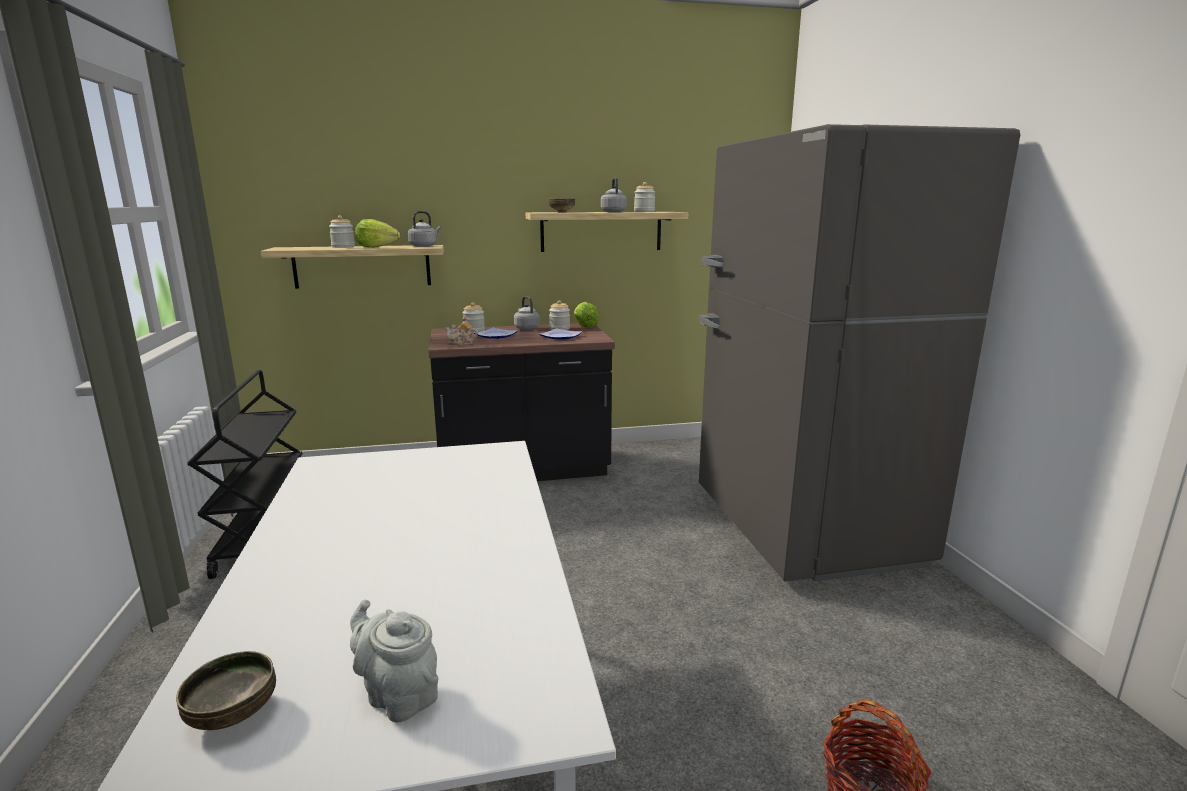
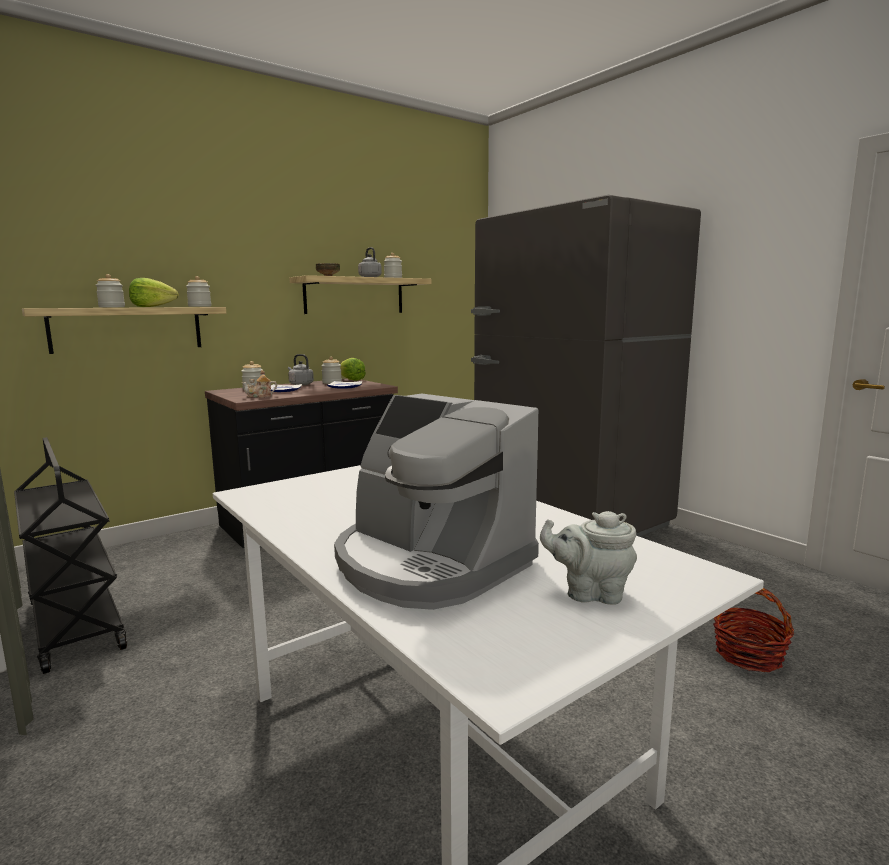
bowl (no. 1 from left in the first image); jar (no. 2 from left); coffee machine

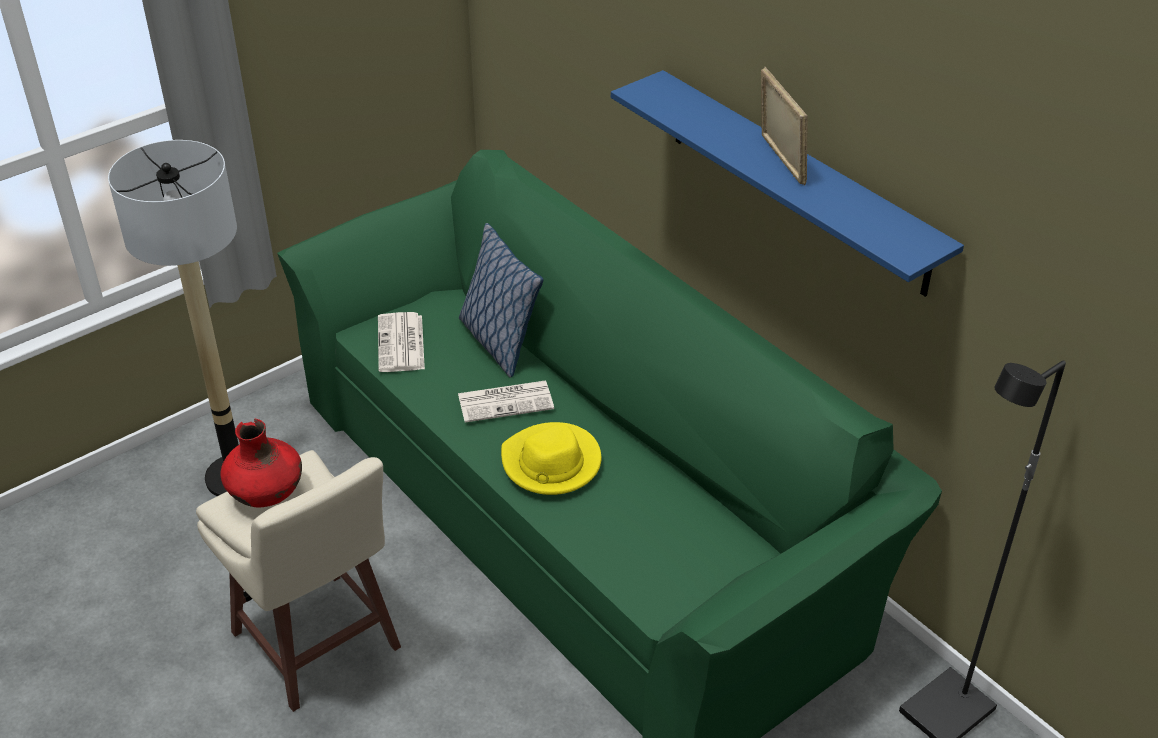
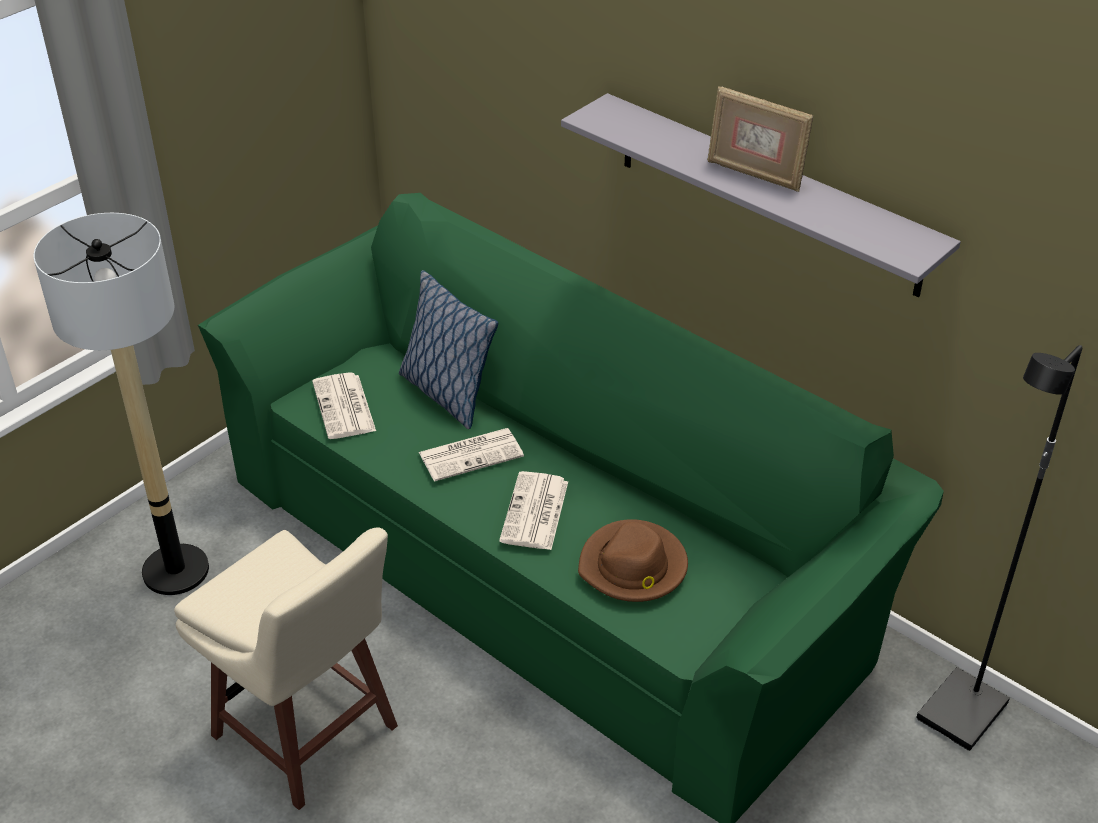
red vase; newspaper (no. 3 from left); grey shelf; picture frame; brown hat

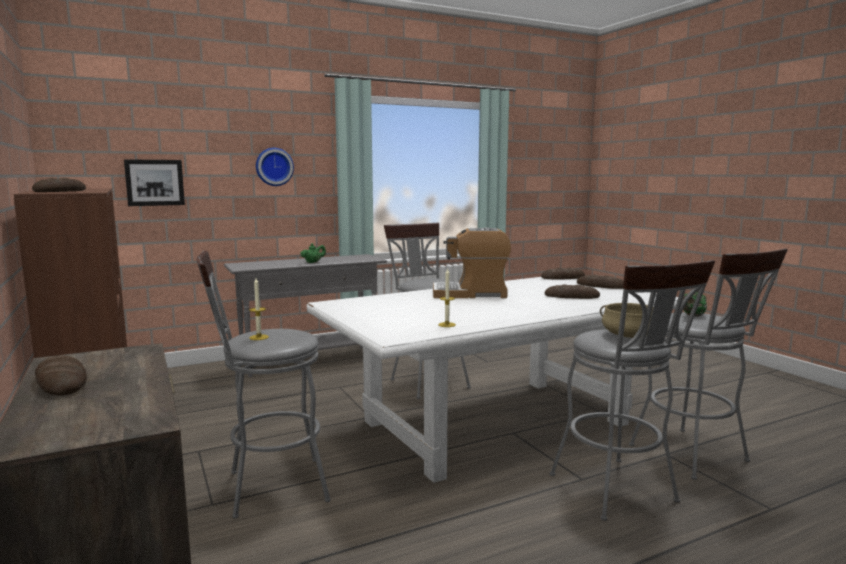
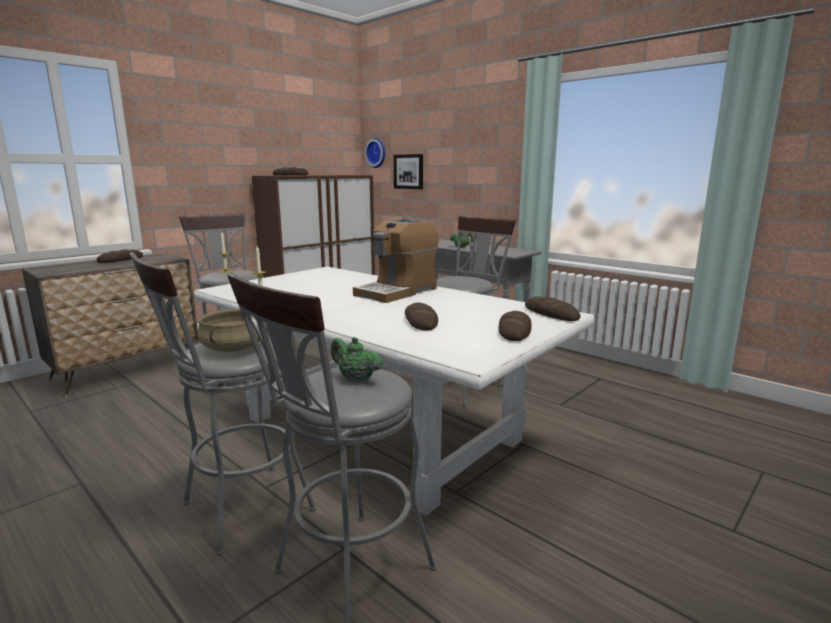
wall clock; coffee machine

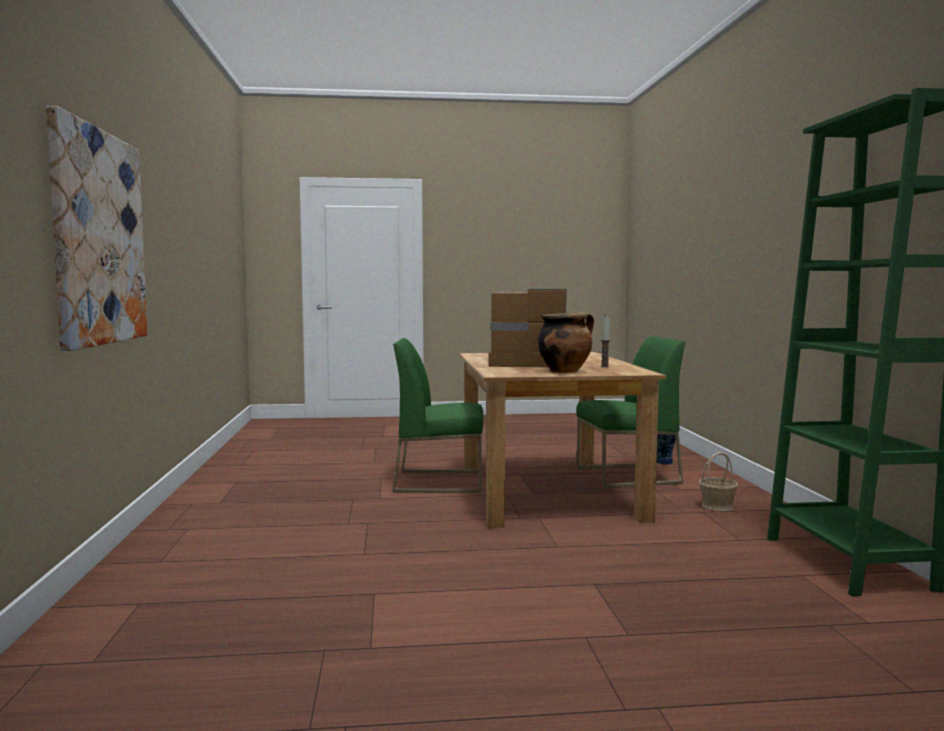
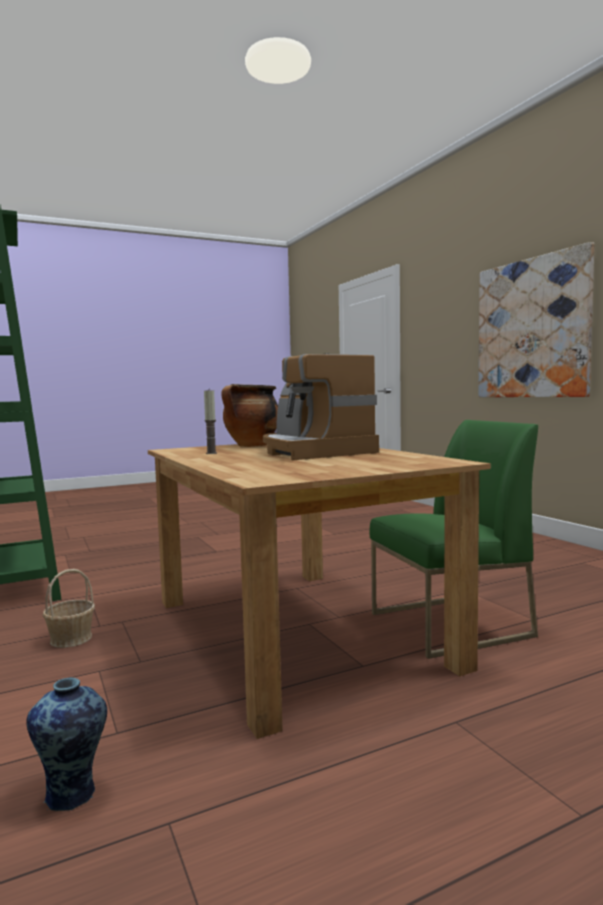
coffee machine; green chair (no. 2 from left in the first image)

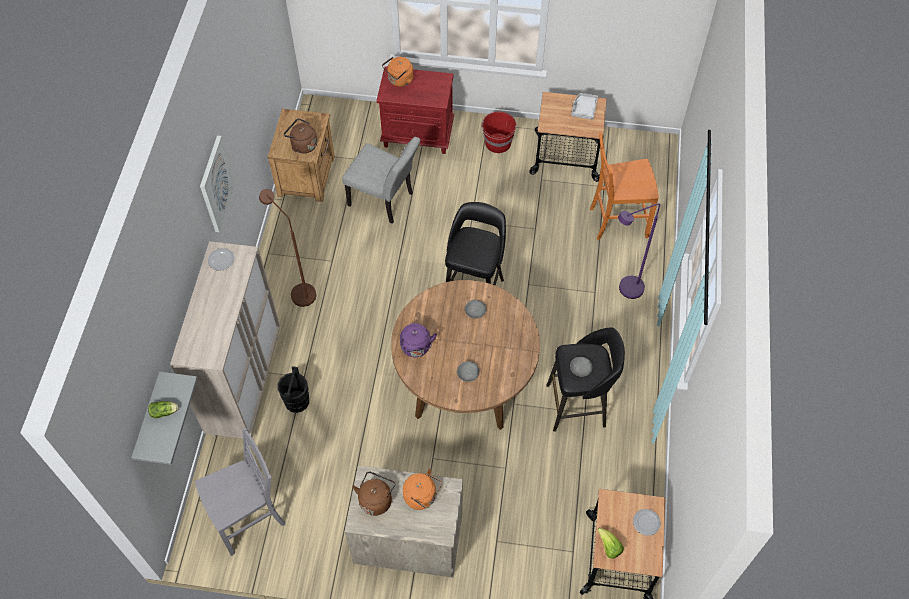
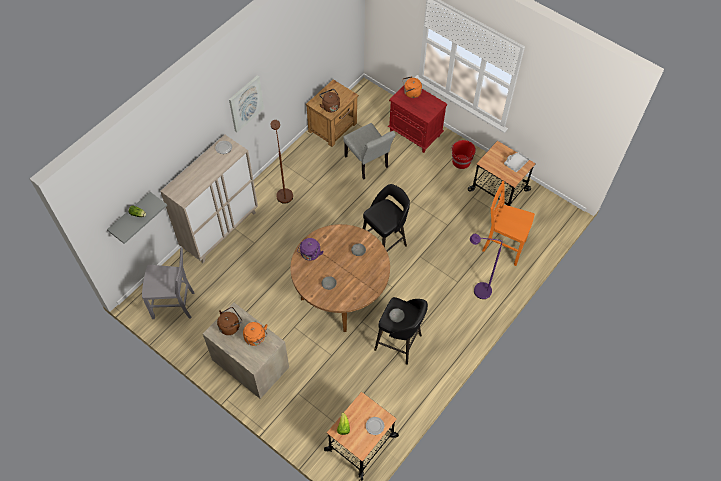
black bucket

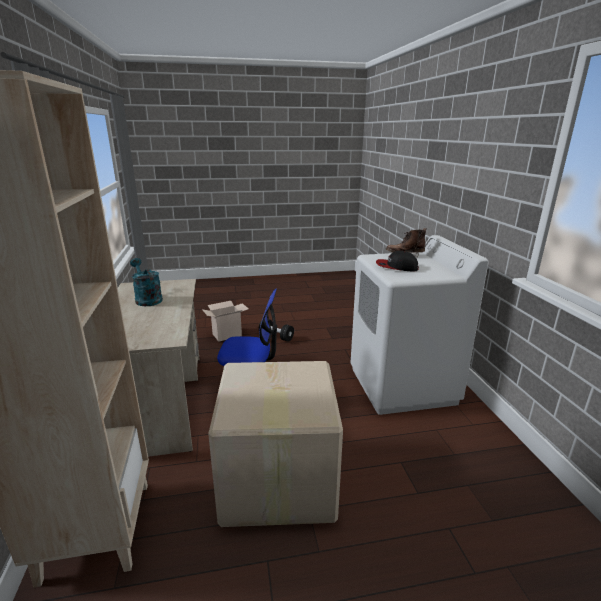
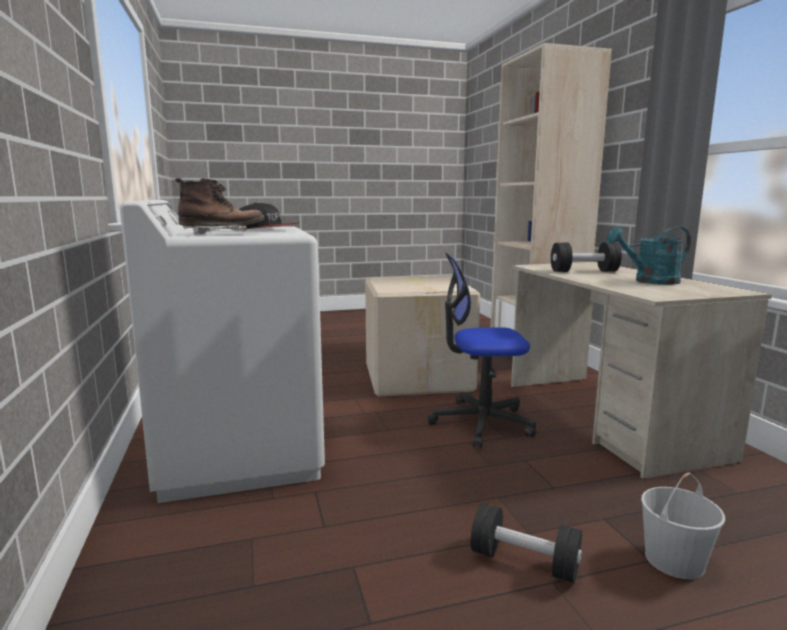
turquoise watering can; white bucket; black dumbbell (no. 2 from left)

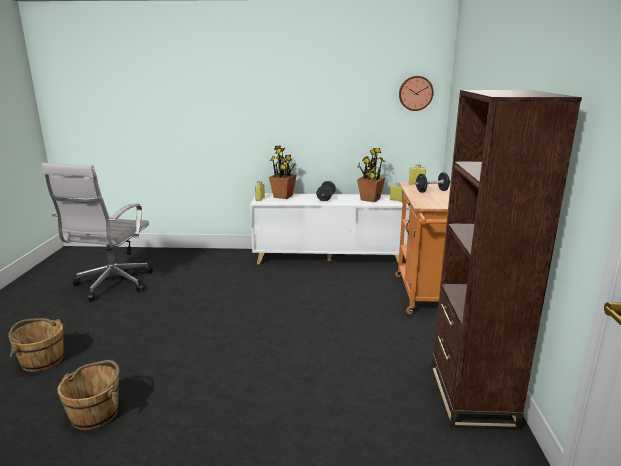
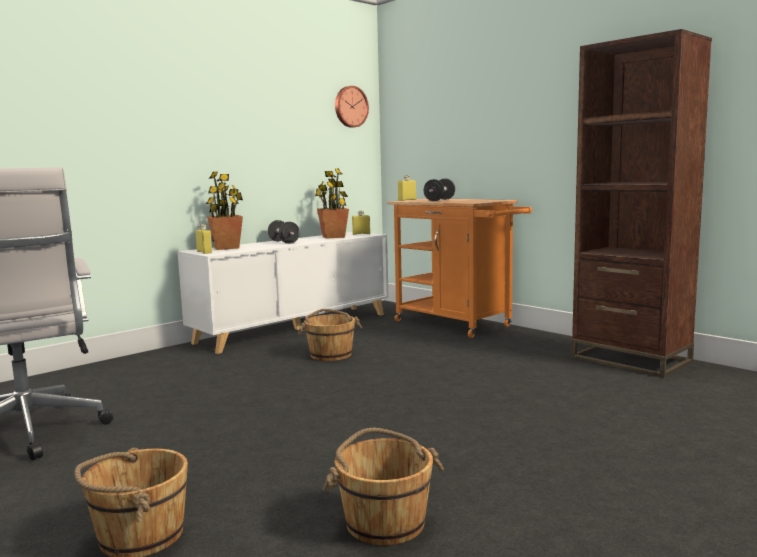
brown bucket (no. 2 from left)

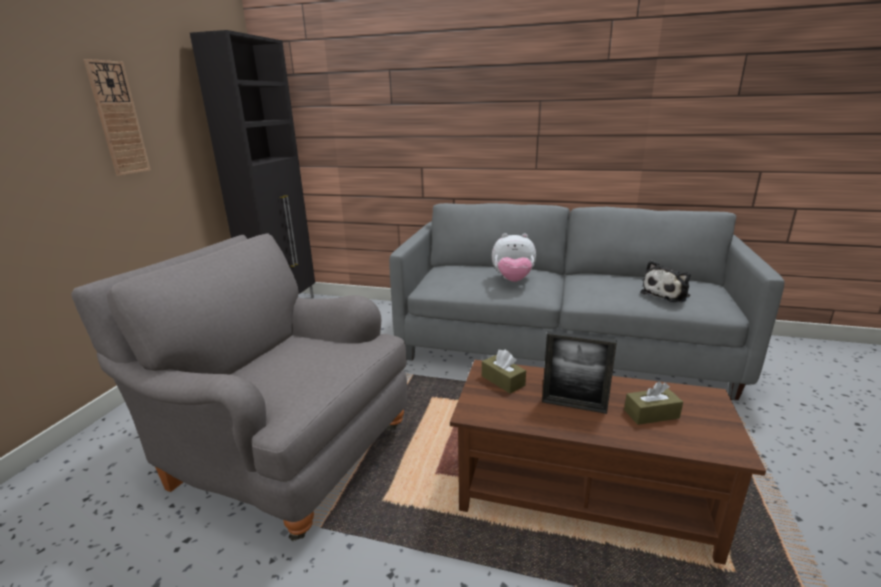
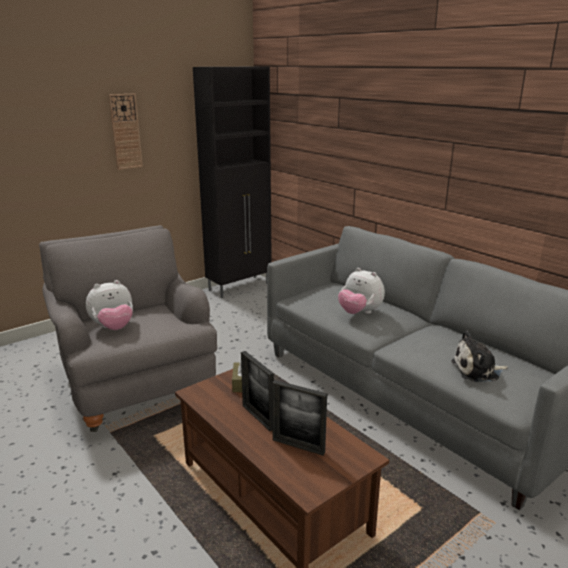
picture frame (no. 2 from left); plush toy (no. 1 from left)

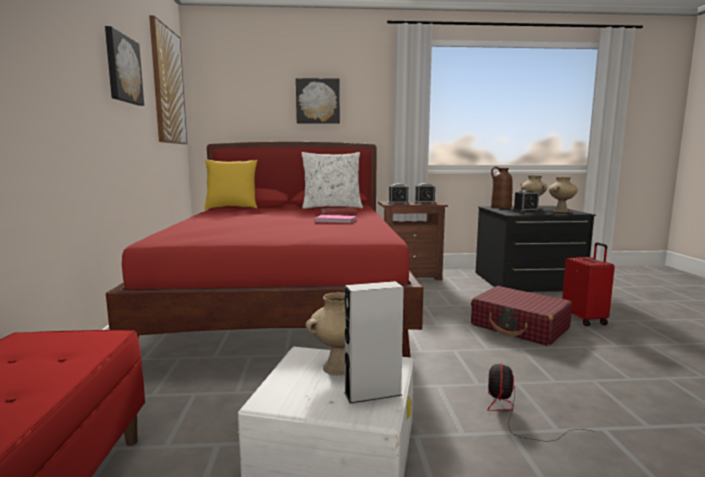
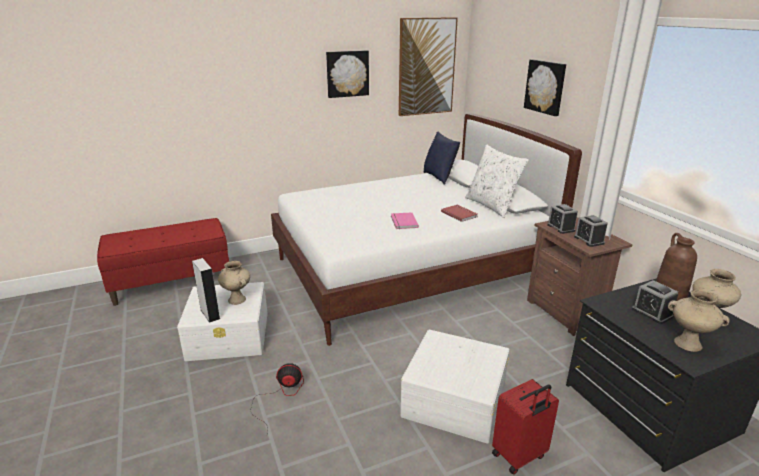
white bed; blue pillow; white storage box (no. 2 from left)

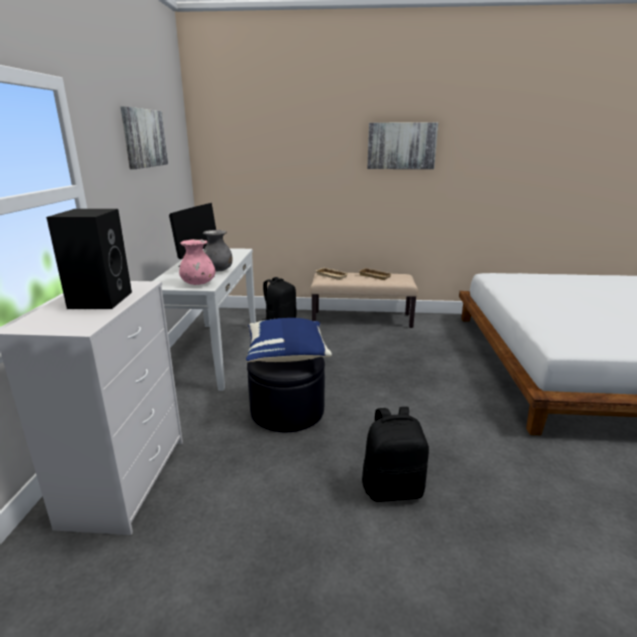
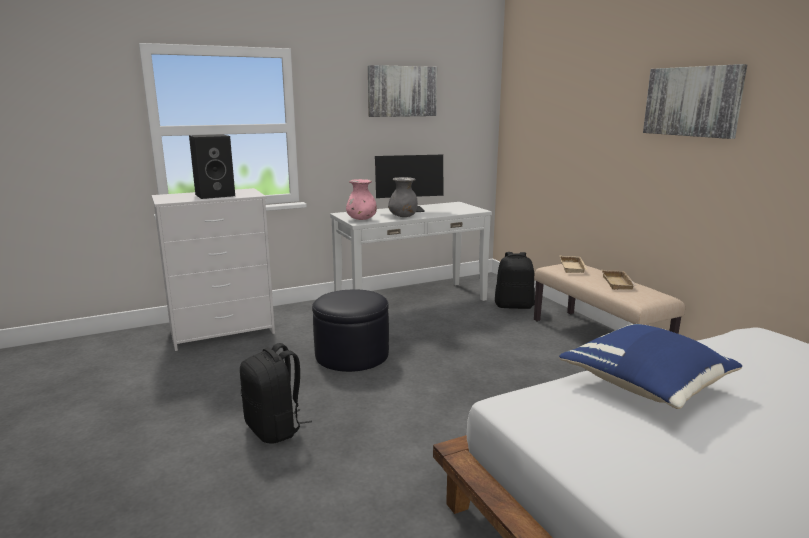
blue pillow

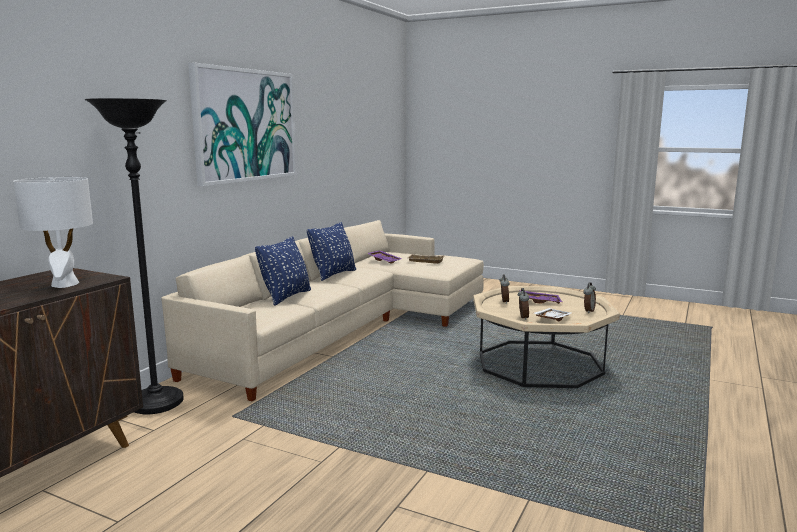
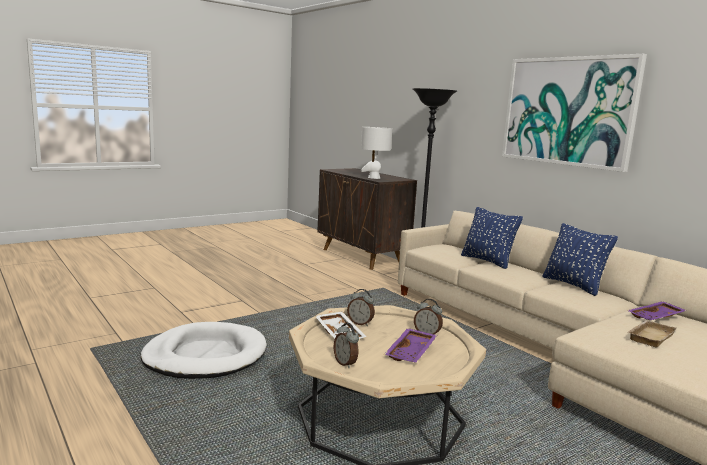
white dog bed

